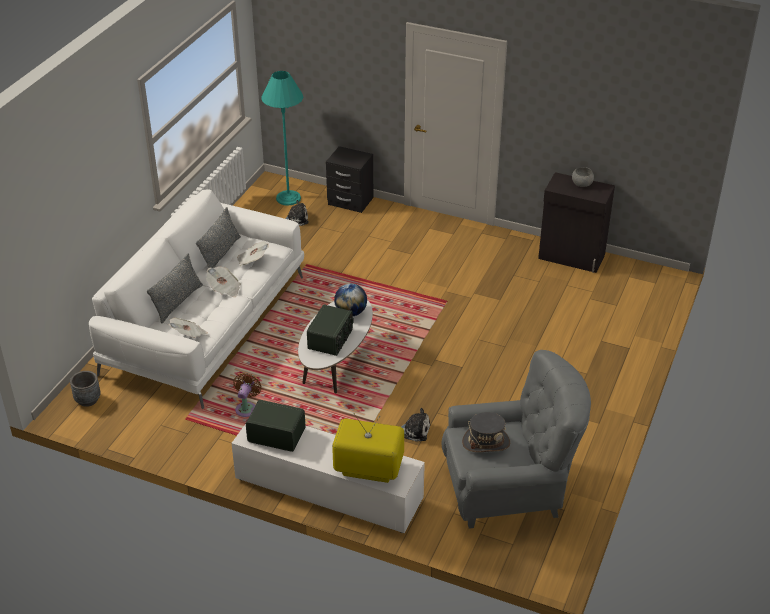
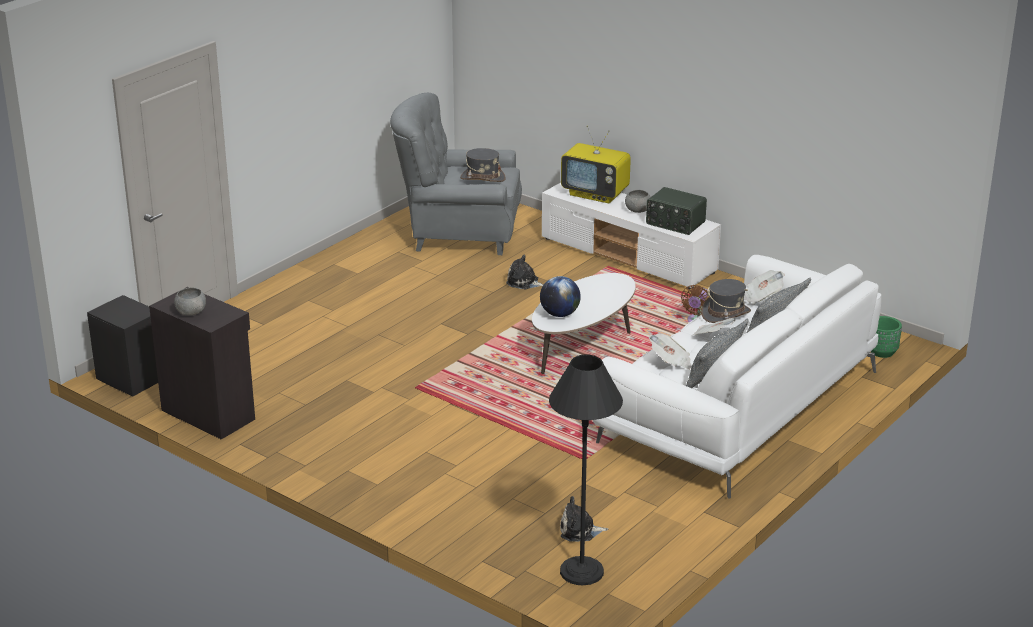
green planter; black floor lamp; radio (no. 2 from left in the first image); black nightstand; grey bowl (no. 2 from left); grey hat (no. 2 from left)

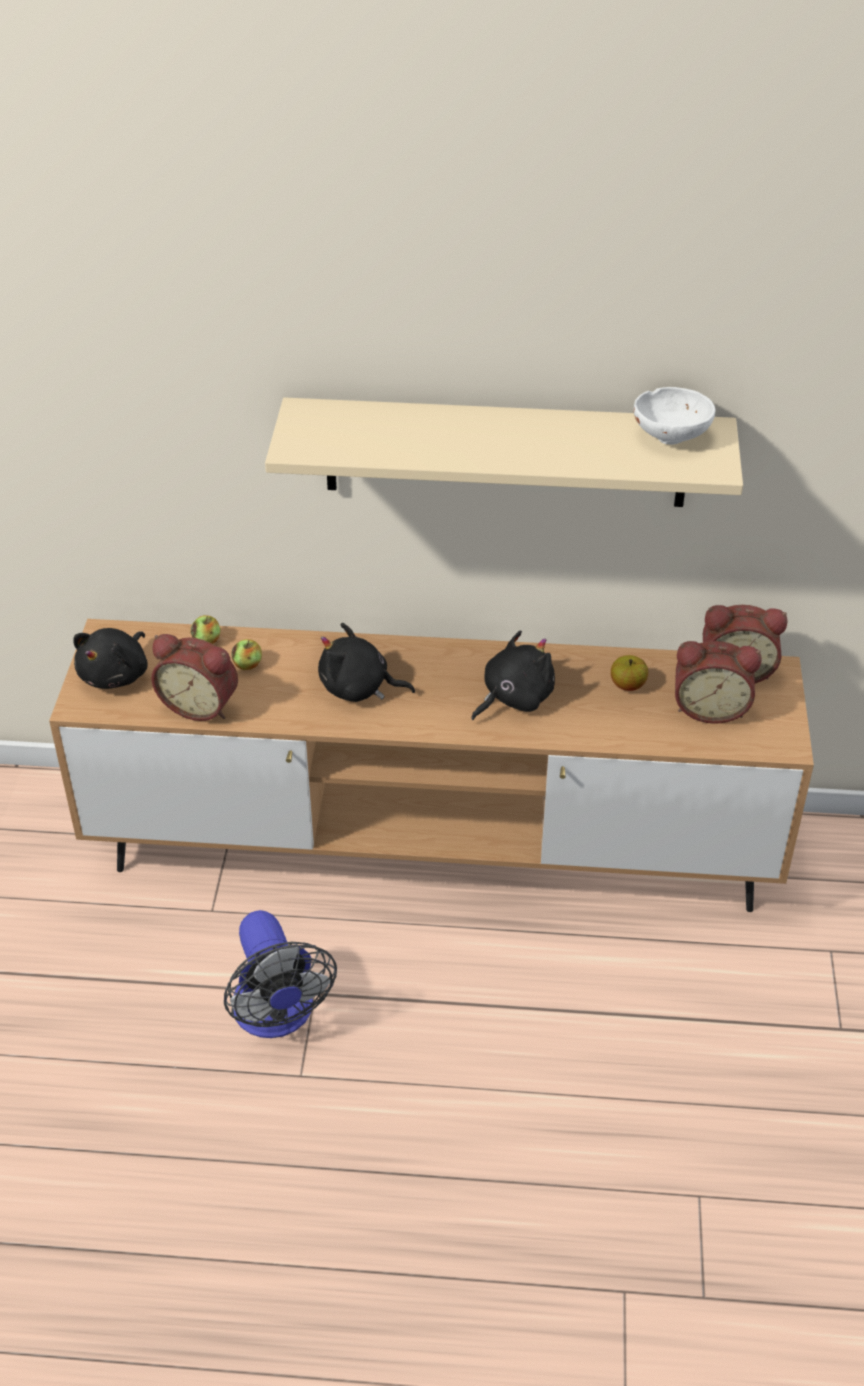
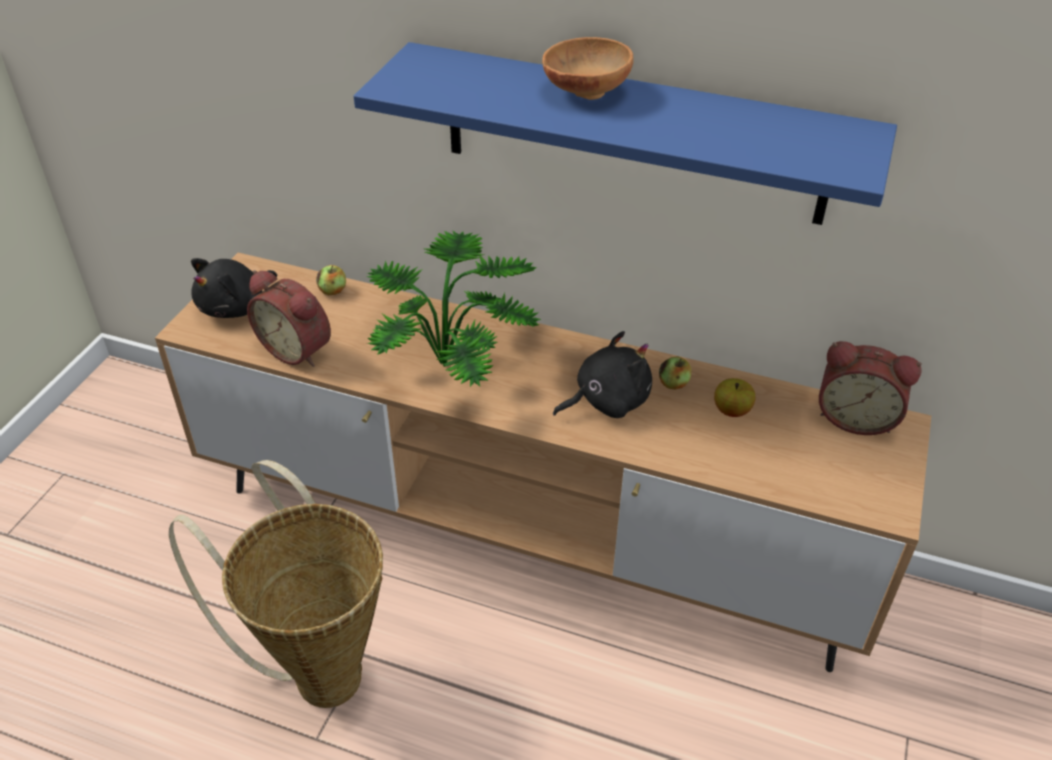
basket; apple (no. 2 from left); blue shelf; potted plant; white bowl; alarm clock (no. 2 from left in the first image); brown bowl

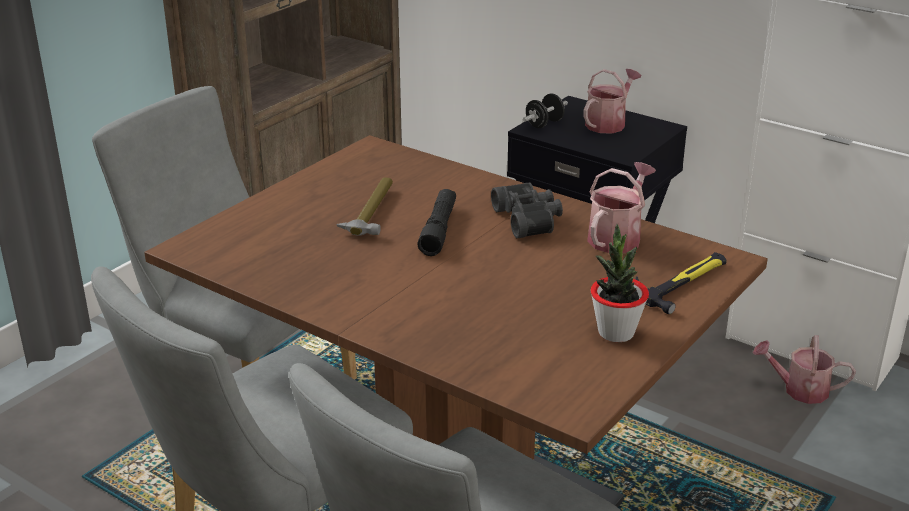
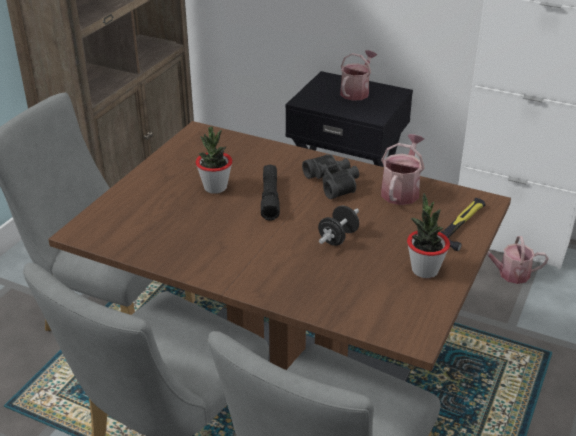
potted plant (no. 1 from left); black dumbbell

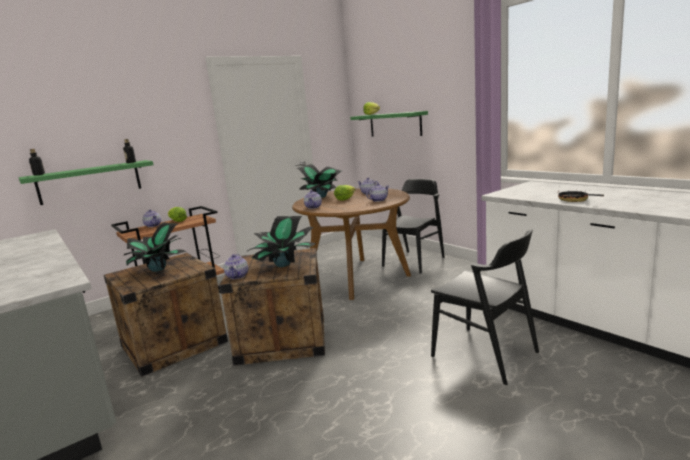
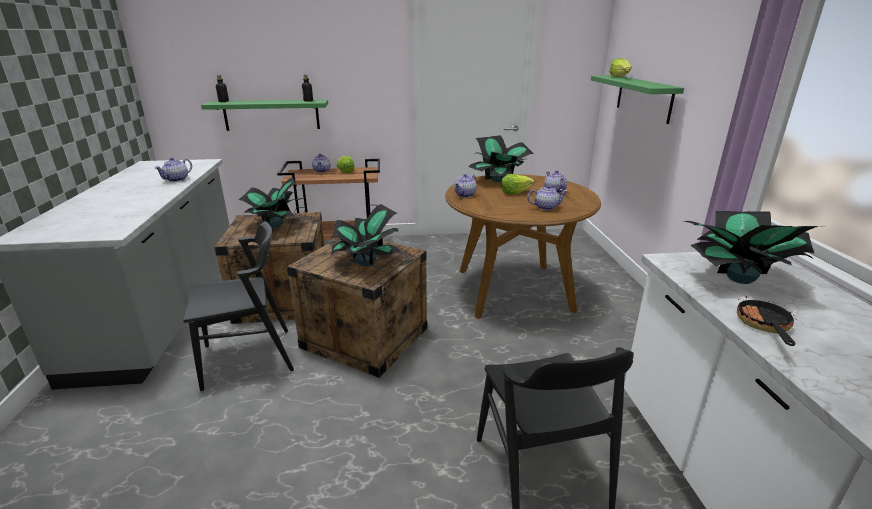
teapot (no. 1 from left); black chair (no. 1 from left); potted plant (no. 4 from left)

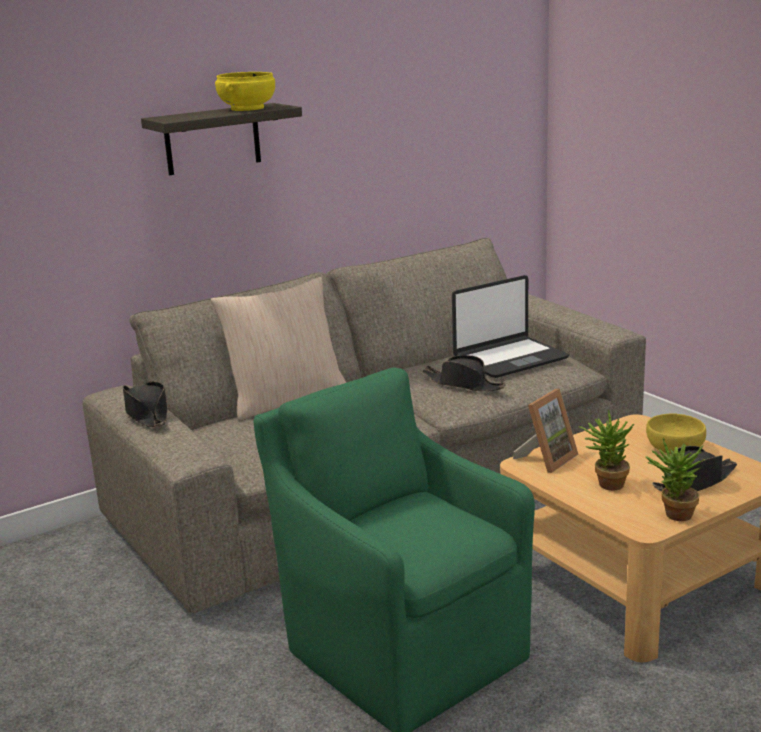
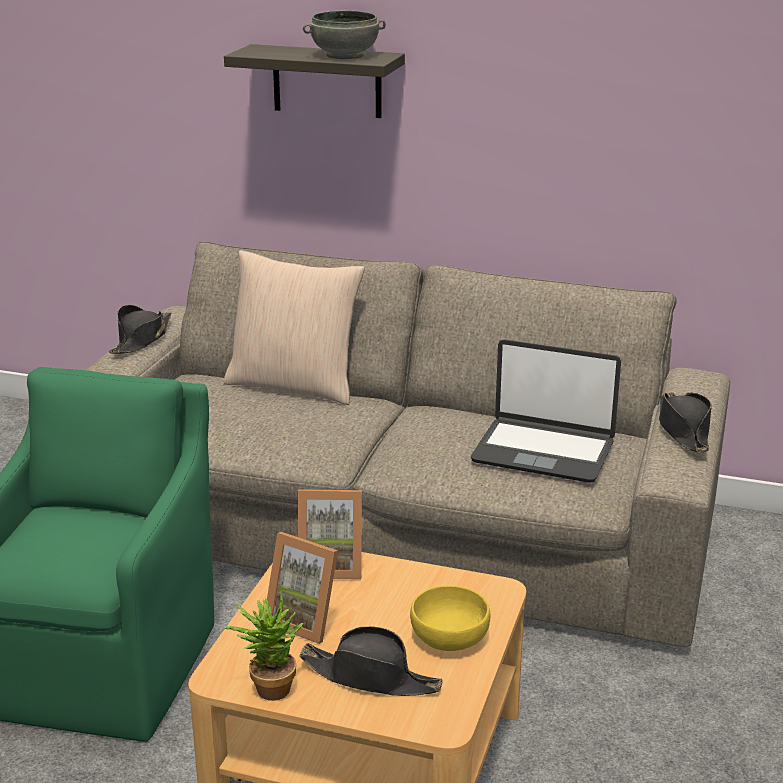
grey bowl; black hat (no. 3 from left); picture frame (no. 1 from left)

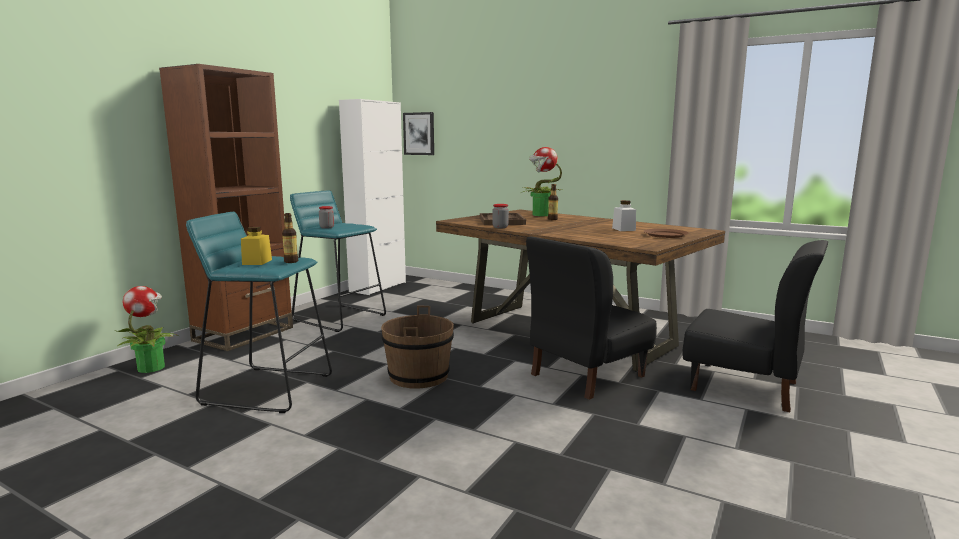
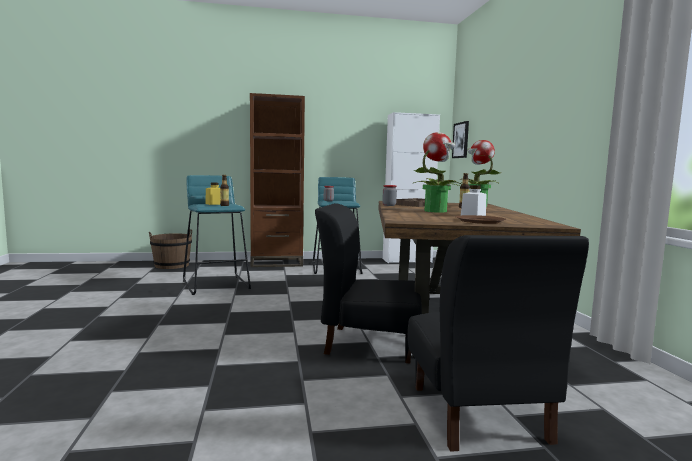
potted plant (no. 1 from left); brown bucket

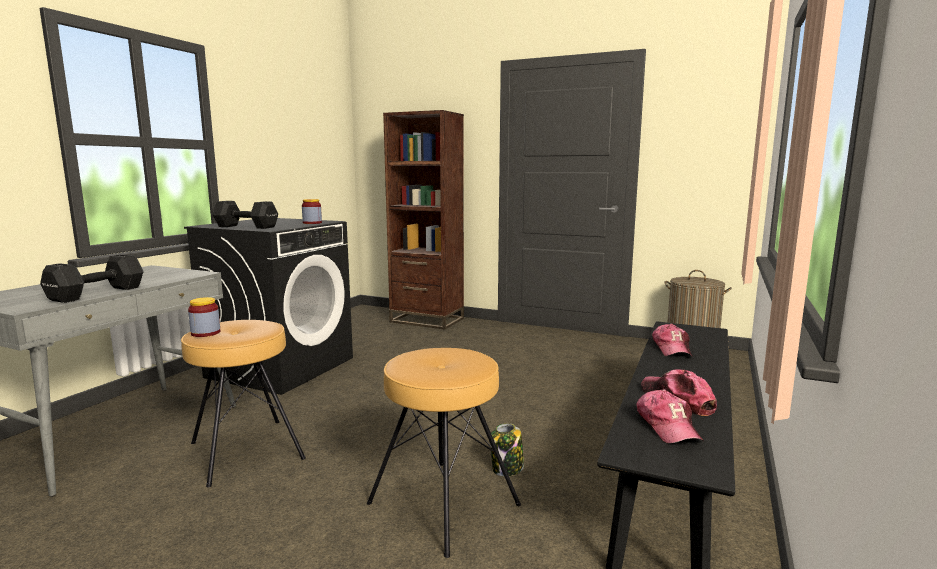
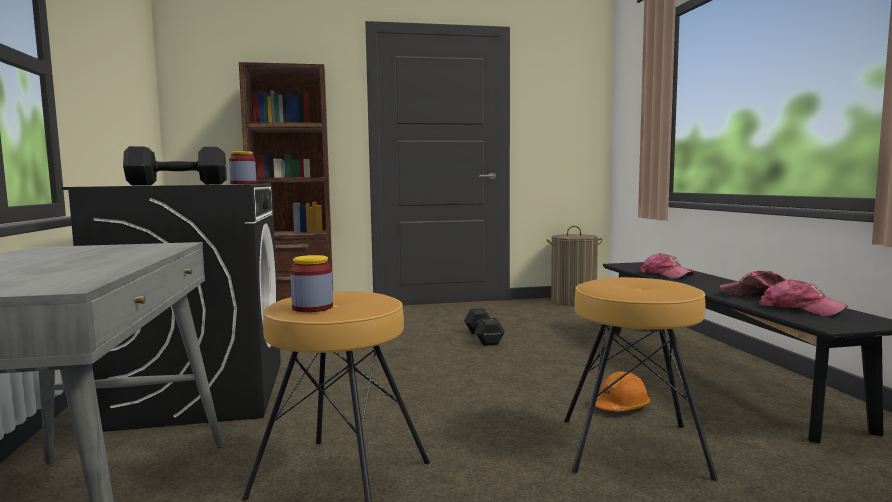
black dumbbell (no. 2 from left); orange hard hat

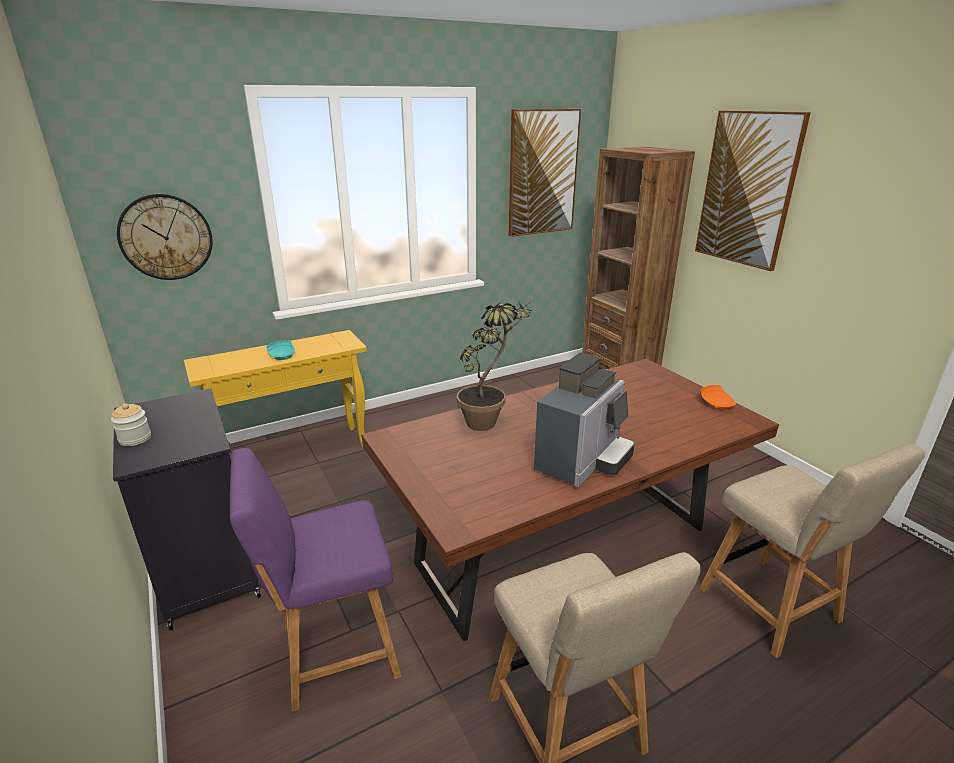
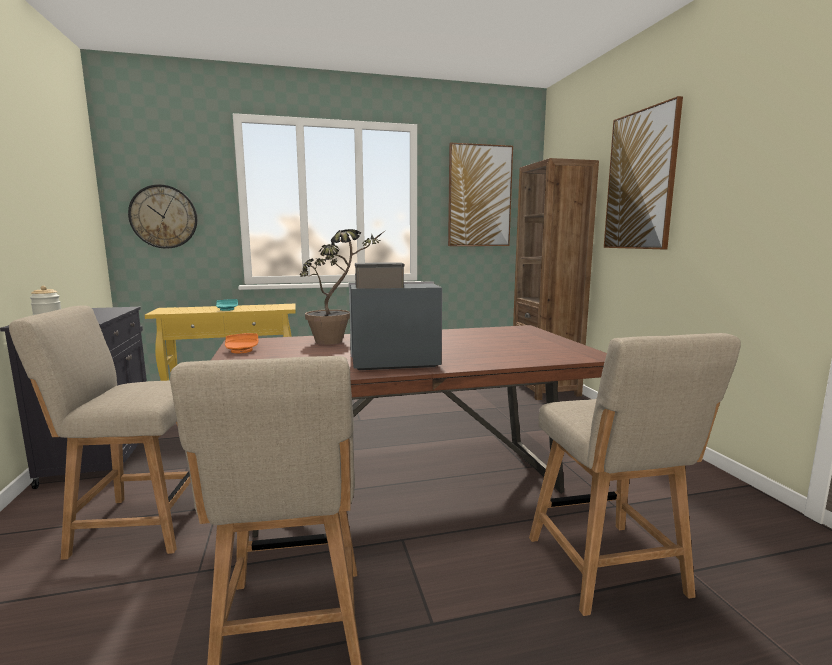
beige chair (no. 1 from left); coffee machine; orange plate

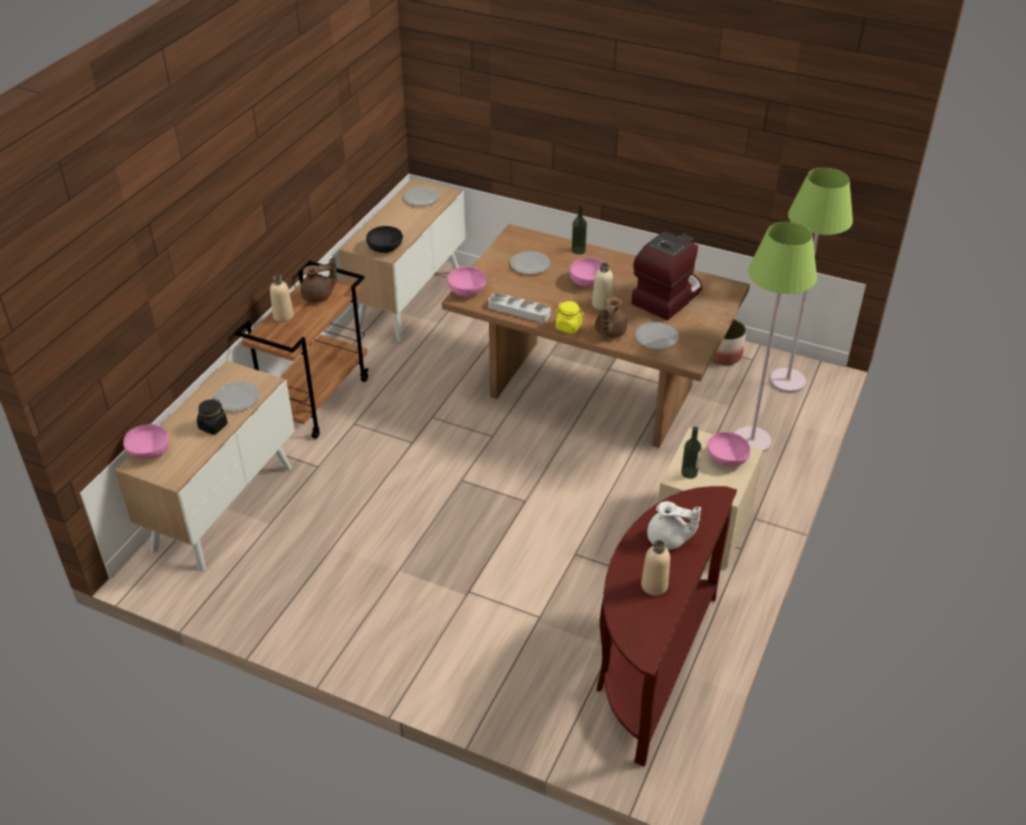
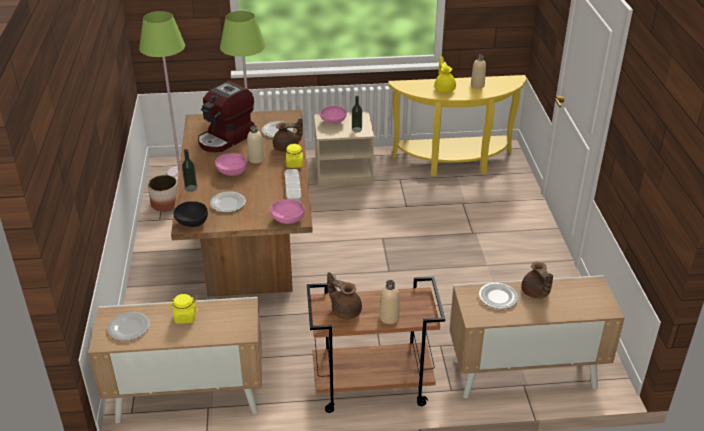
pink bowl (no. 1 from left in the first image); brown teapot (no. 3 from left); black bowl; yellow console table; coffee machine; yellow teapot; yellow jar (no. 1 from left)

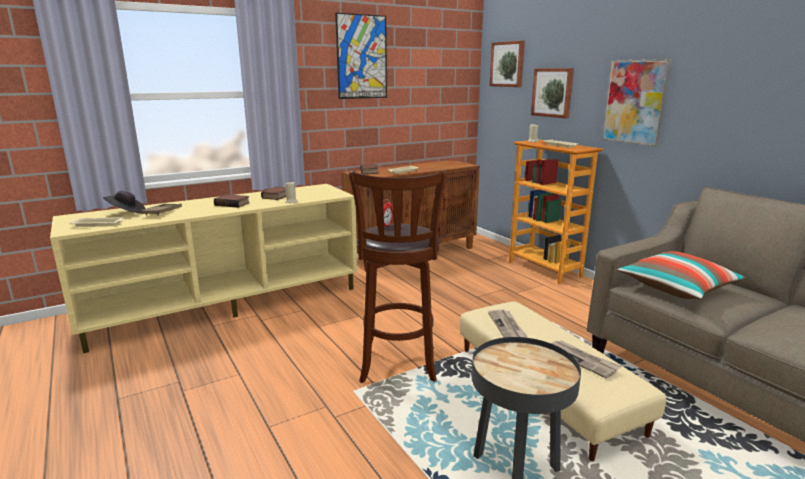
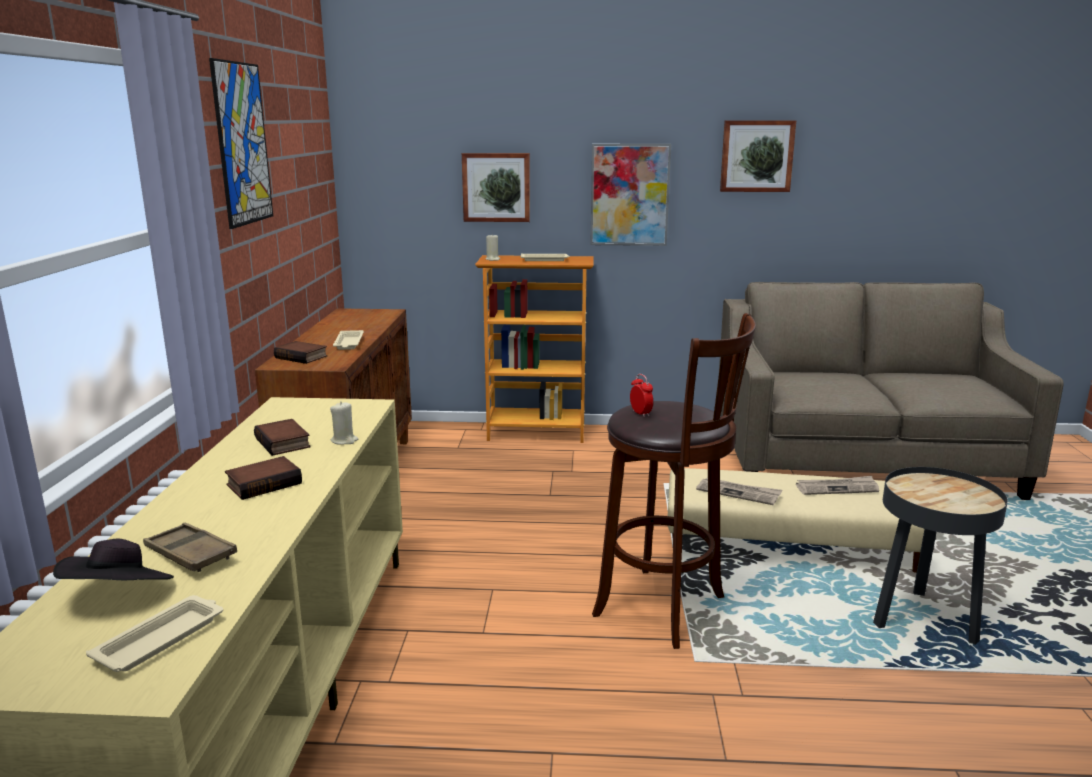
picture (no. 4 from left); pillow

